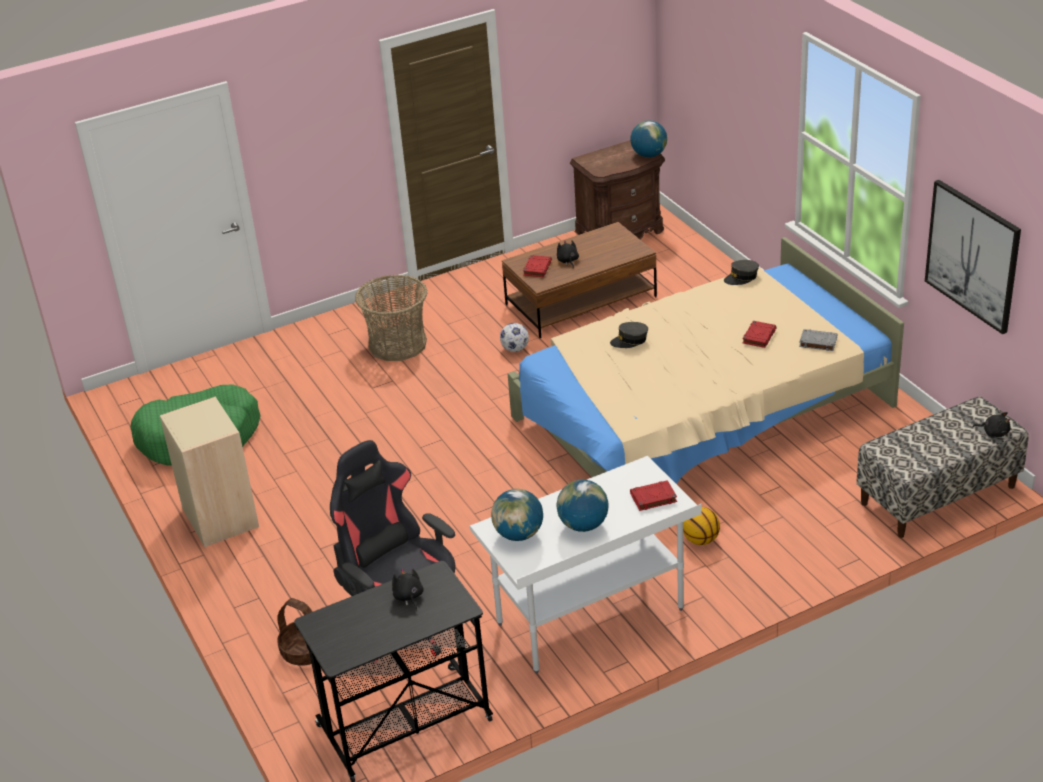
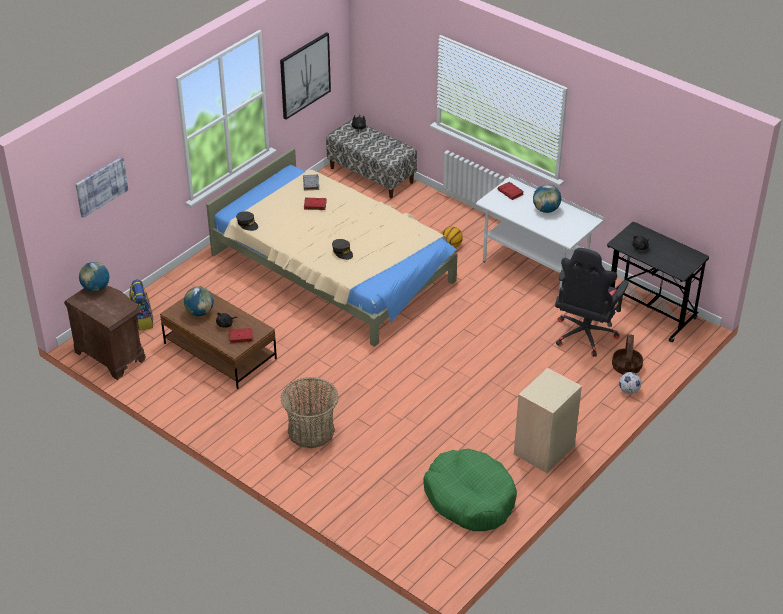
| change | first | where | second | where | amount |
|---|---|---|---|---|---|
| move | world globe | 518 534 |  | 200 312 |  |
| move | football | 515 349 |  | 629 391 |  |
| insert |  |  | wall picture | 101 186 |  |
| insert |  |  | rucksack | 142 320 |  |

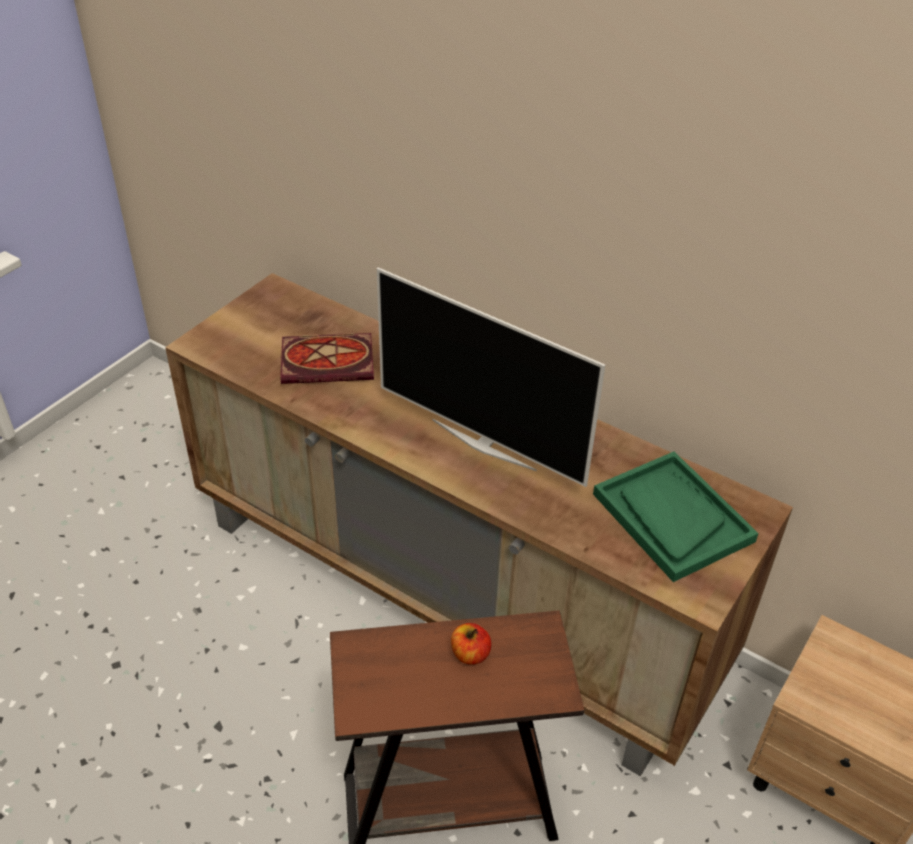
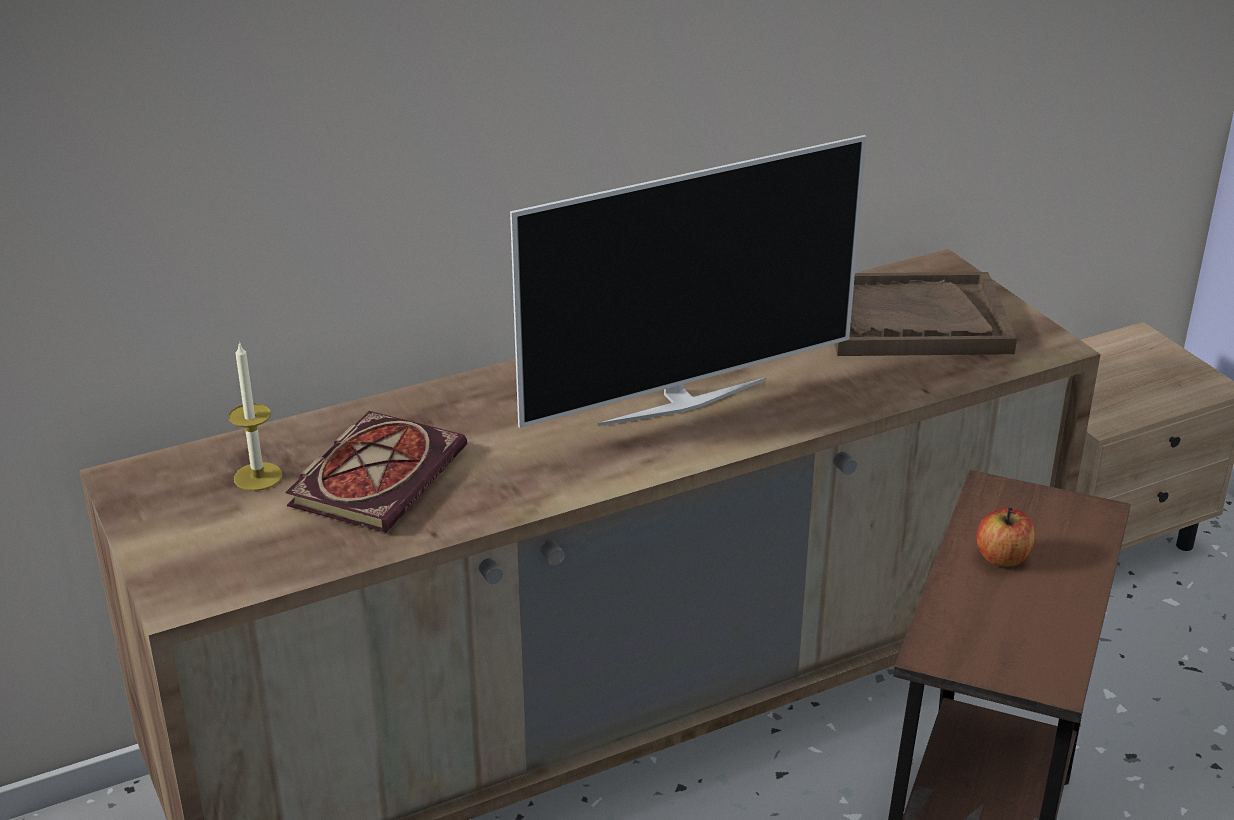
| change | first | where | second | where | amount |
|---|---|---|---|---|---|
| recolor | carrying tray/green-coloured | 672 517 | carrying tray/brown-coloured | 913 320 |  |
| insert |  |  | candle | 258 476 |  |

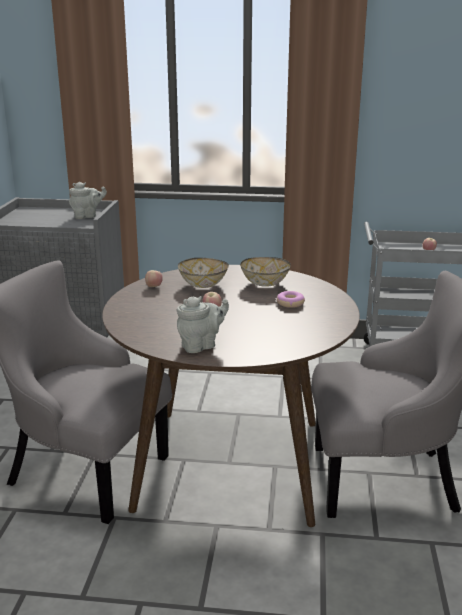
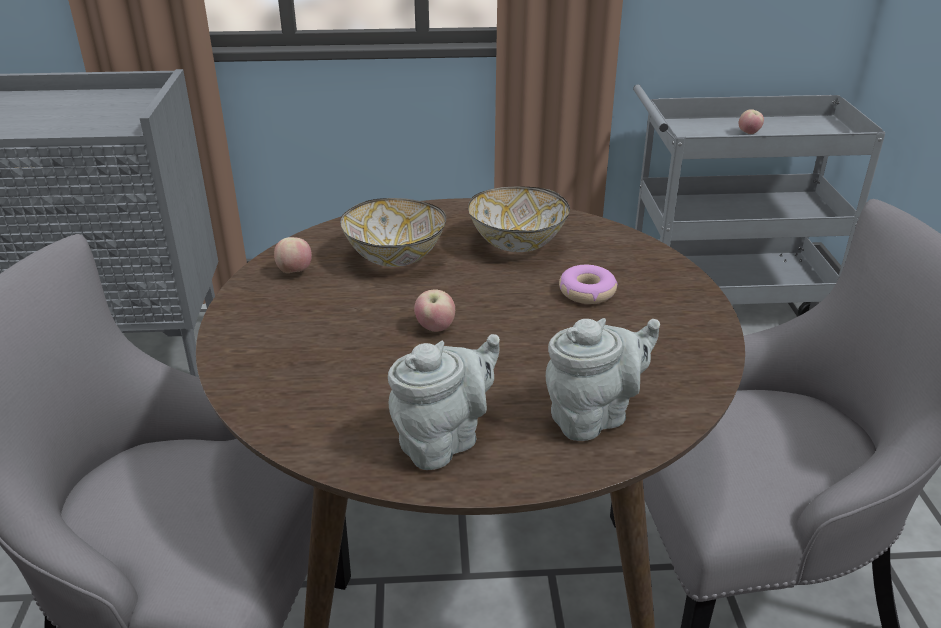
| change | first | where | second | where | amount |
|---|---|---|---|---|---|
| move | pot for tea/grey | 87 216 |  | 593 416 |  |

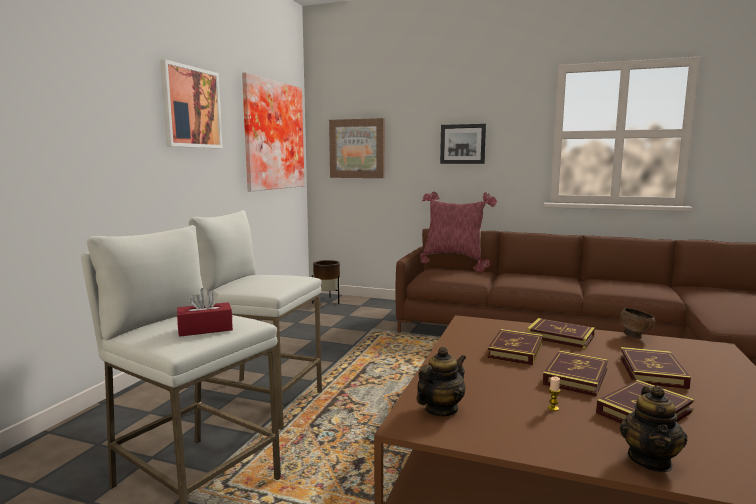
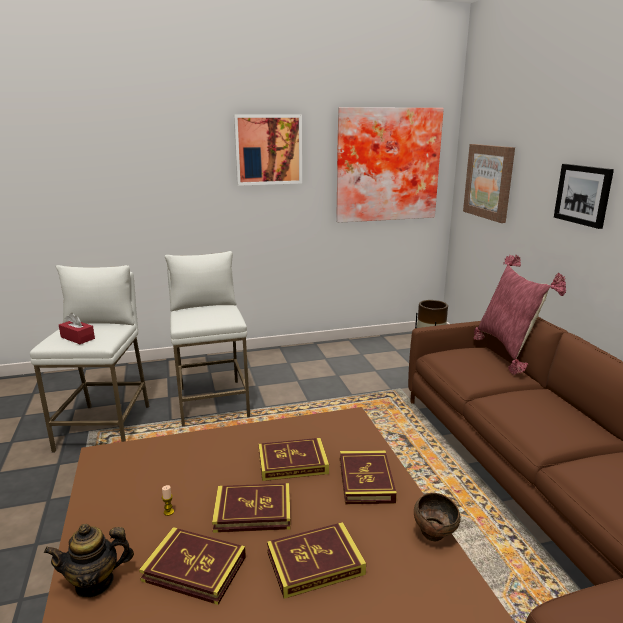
| change | first | where | second | where | amount |
|---|---|---|---|---|---|
| delete | pot for tea | 440 409 |  |  |  |

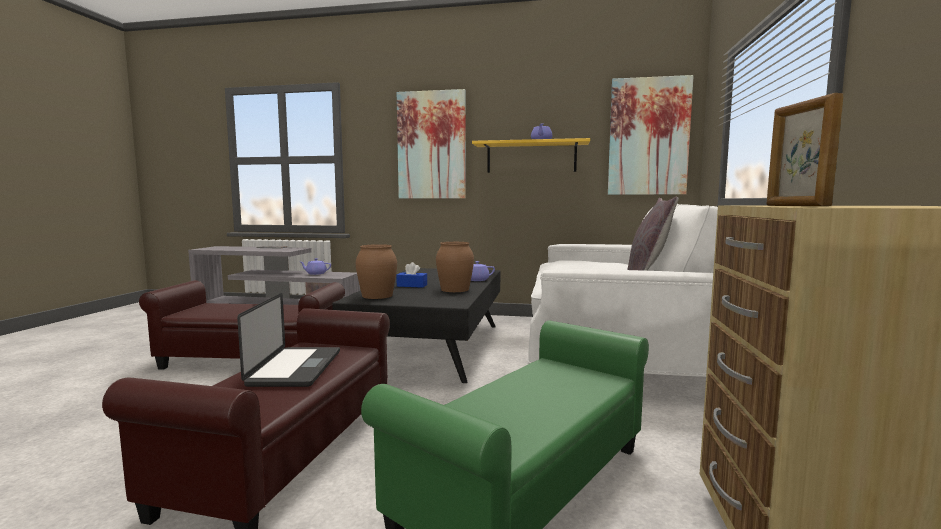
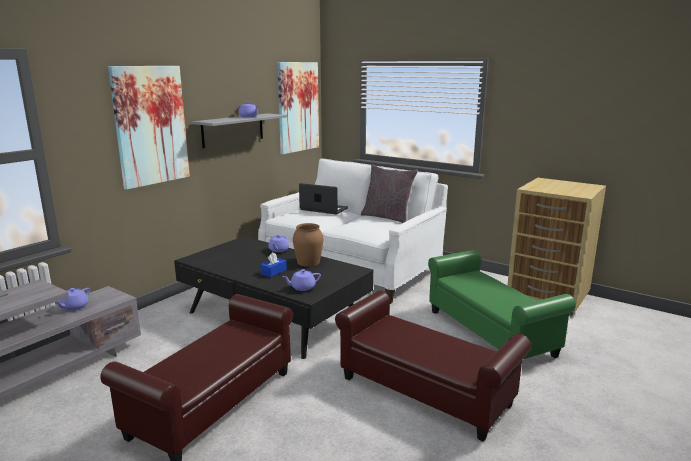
| change | first | where | second | where | amount |
|---|---|---|---|---|---|
| move | laptop | 295 368 |  | 323 209 |  |
| replace | vase/brown-coloured | 377 296 | pot for tea/purple | 302 287 |  |
| recolor | bracket shelf/yellow | 531 157 | bracket shelf/grey | 233 130 |  |
| delete | picture frame | 795 206 |  |  |  |

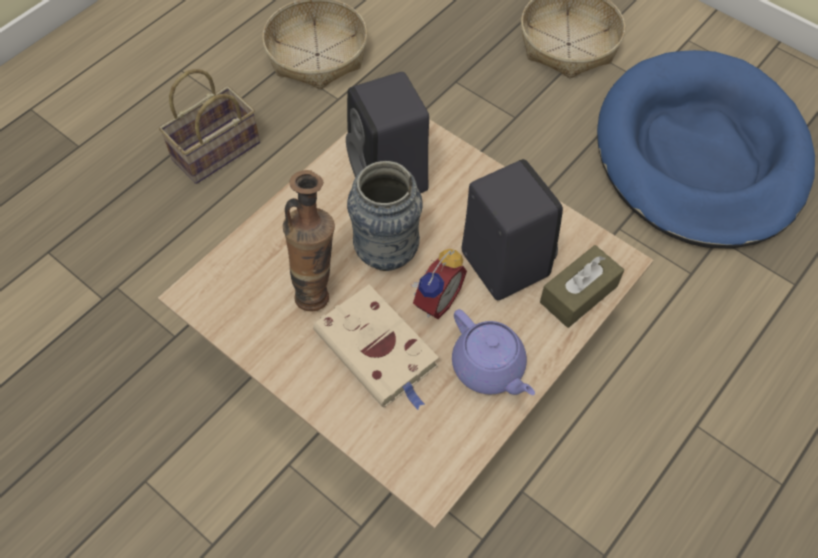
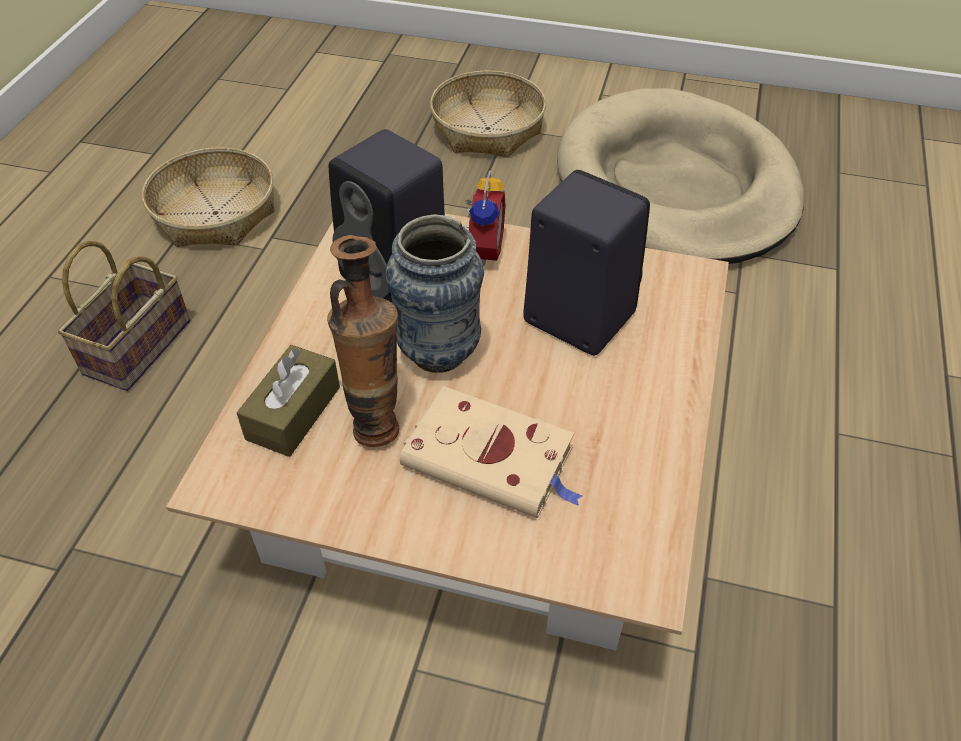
| change | first | where | second | where | amount |
|---|---|---|---|---|---|
| move | bedside clock | 435 300 |  | 481 250 |  |
| delete | pot for tea/purple | 489 368 |  |  |  |
| move | tissue box/brown-coloured | 578 294 |  | 293 413 |  |
| recolor | pet bed/blue-coloured | 700 154 | pet bed/beige-coloured | 675 186 |  |

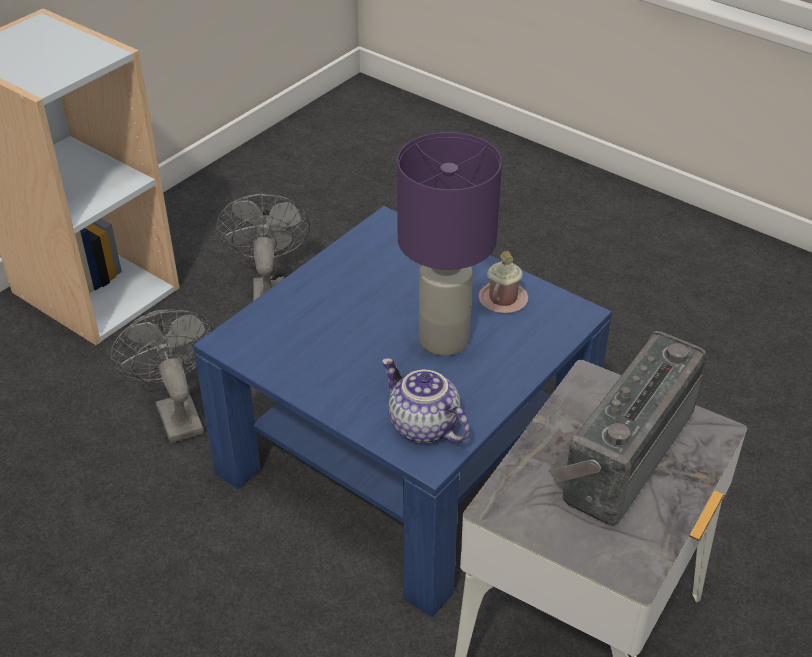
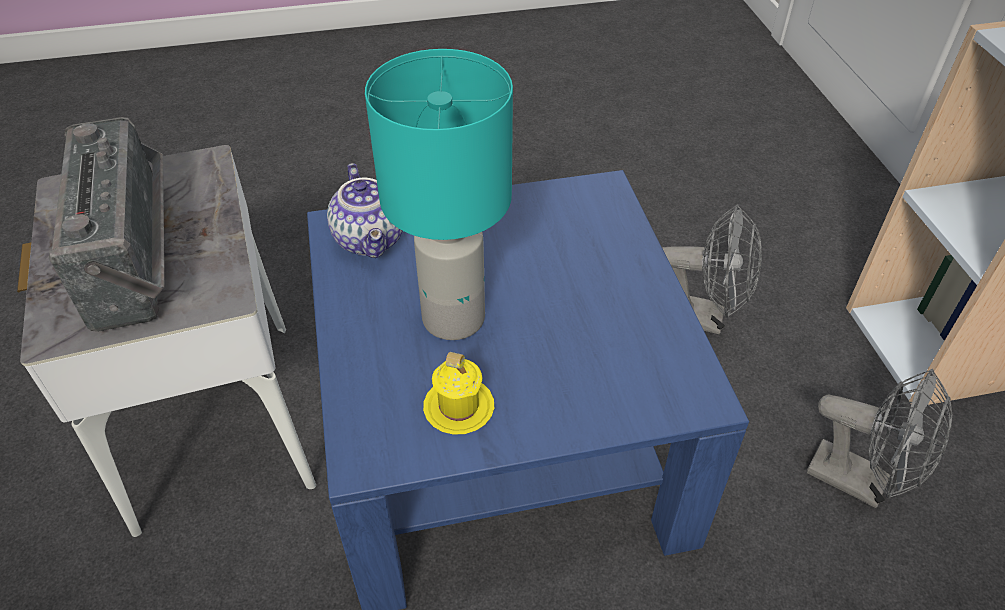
| change | first | where | second | where | amount |
|---|---|---|---|---|---|
| rotate | pot for tea | 422 426 |  | 371 239 | 75 degrees clockwise |
| recolor | tabletop lamp/purple | 442 340 | tabletop lamp/turquoise-coloured | 455 317 |  |
| recolor | tea mug/pink | 503 299 | tea mug/yellow | 459 408 |  |

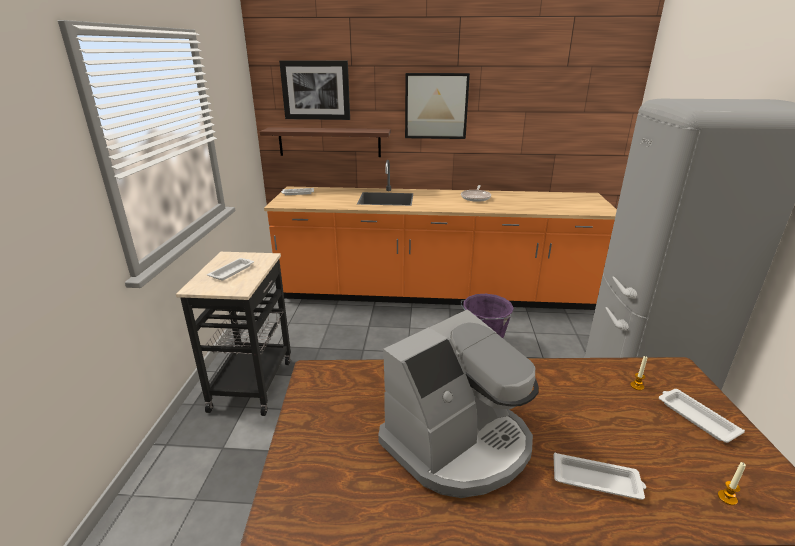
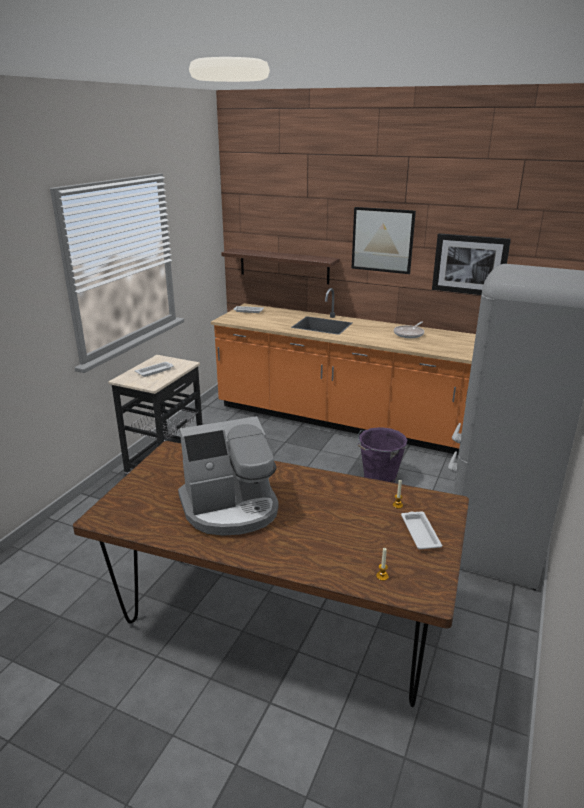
| change | first | where | second | where | amount |
|---|---|---|---|---|---|
| move | wall picture | 316 90 |  | 470 264 |  |
| delete | carrying tray/whitish | 597 481 |  |  |  |

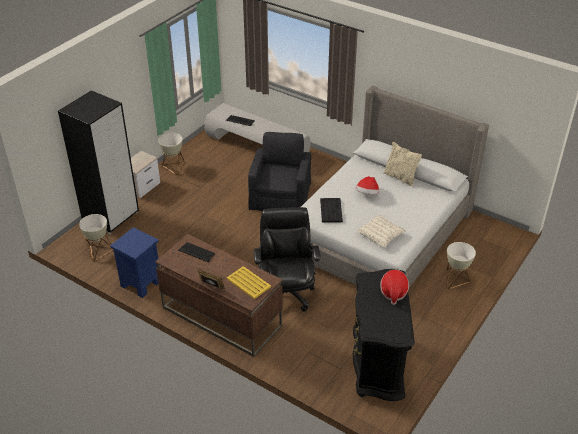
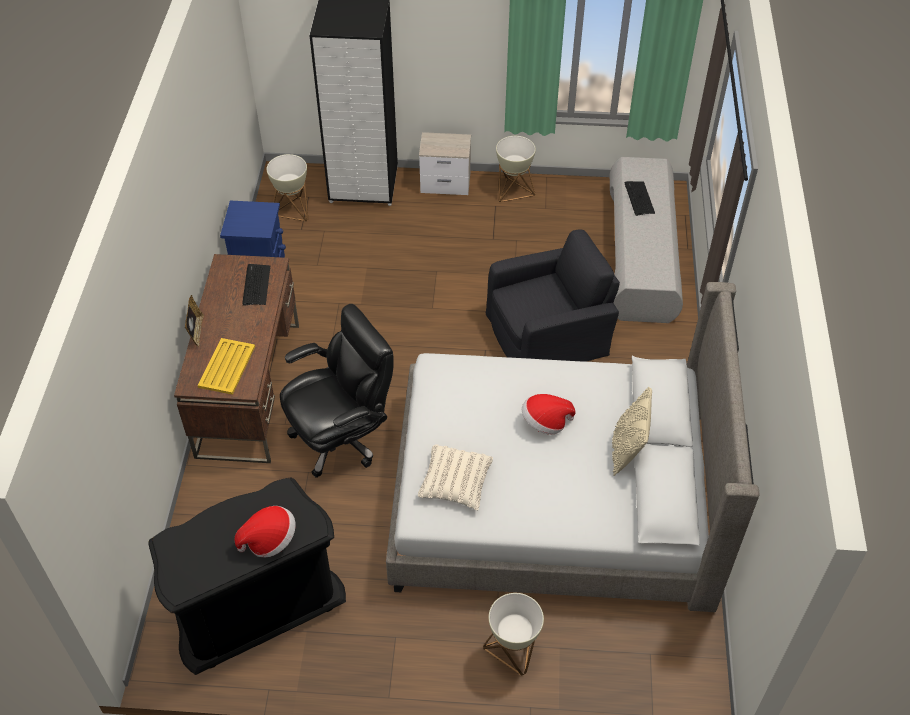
| change | first | where | second | where | amount |
|---|---|---|---|---|---|
| delete | carrying tray/blackish | 331 211 |  |  |  |

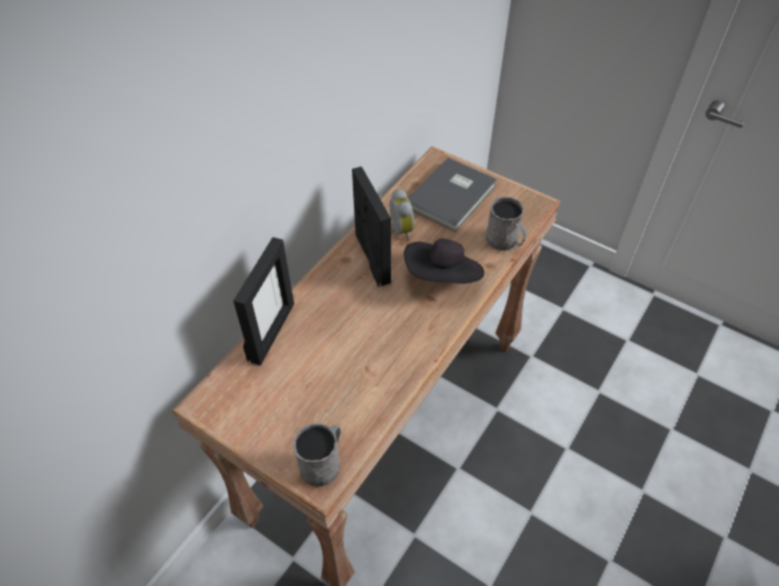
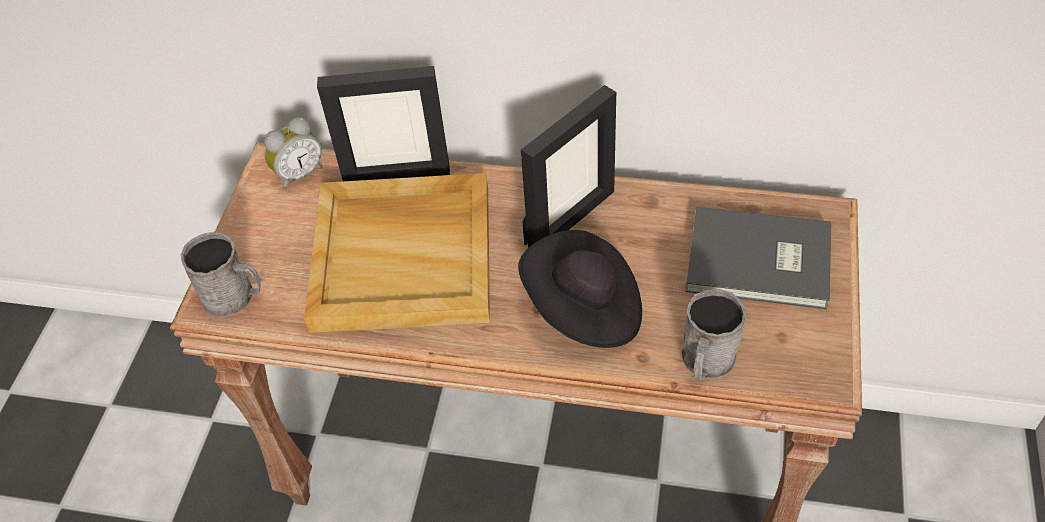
| change | first | where | second | where | amount |
|---|---|---|---|---|---|
| move | bedside clock | 399 231 |  | 298 174 |  |
| insert |  |  | carrying tray/beige-coloured | 405 255 |  |

